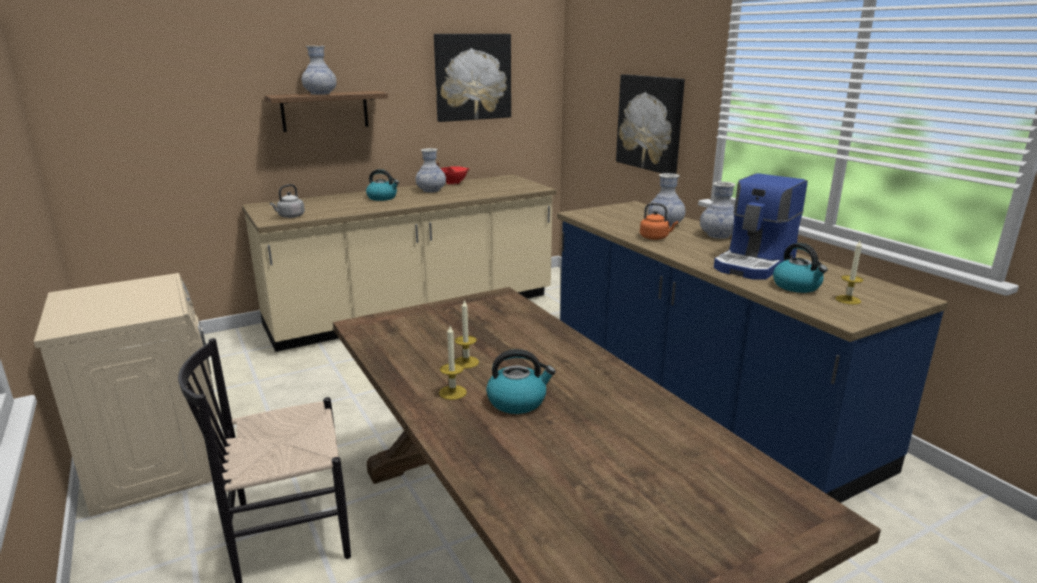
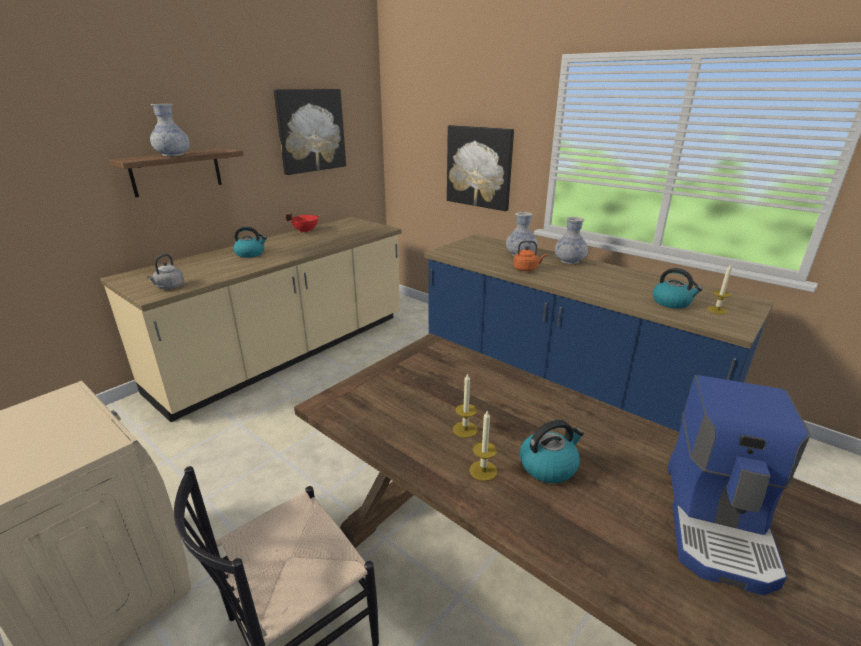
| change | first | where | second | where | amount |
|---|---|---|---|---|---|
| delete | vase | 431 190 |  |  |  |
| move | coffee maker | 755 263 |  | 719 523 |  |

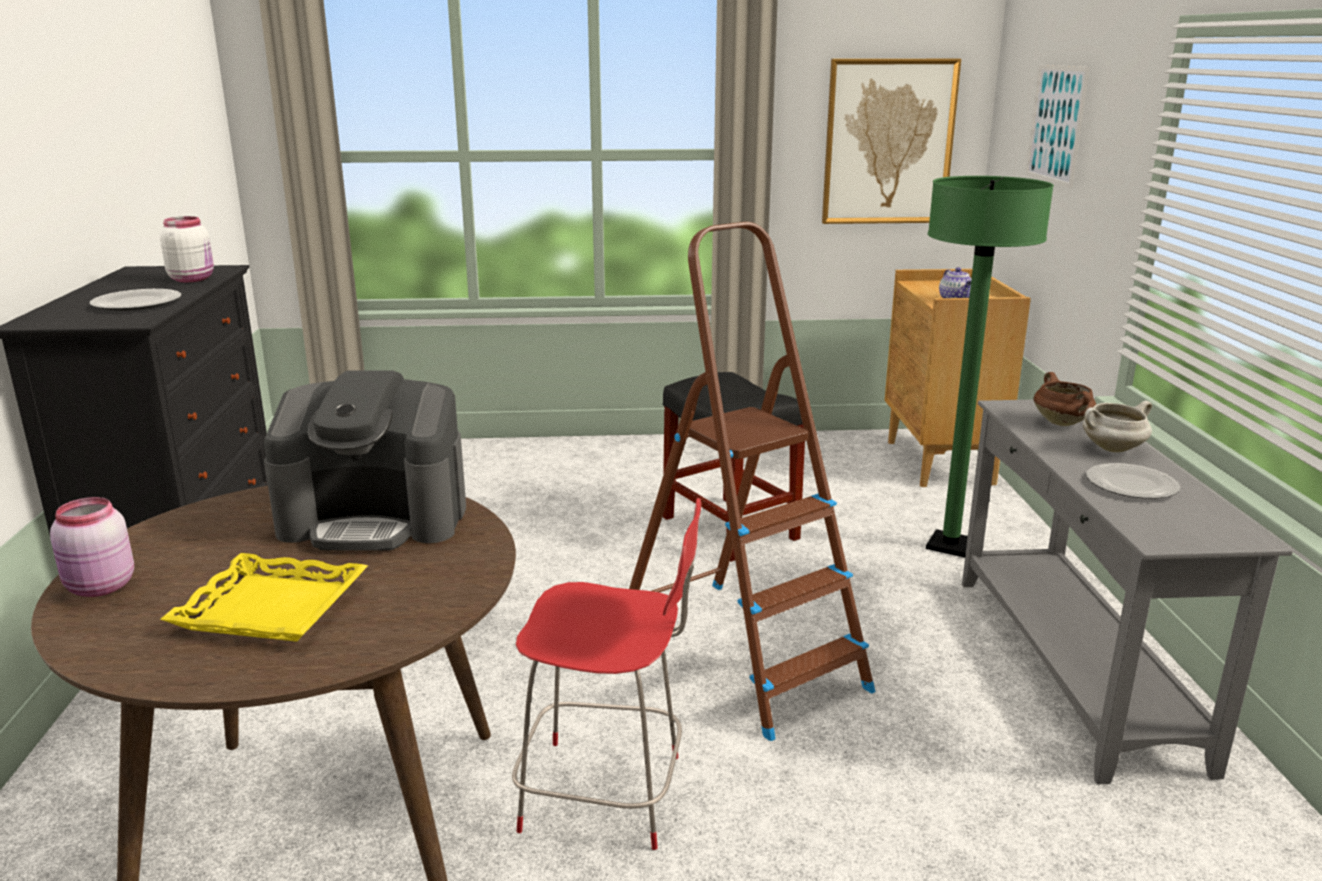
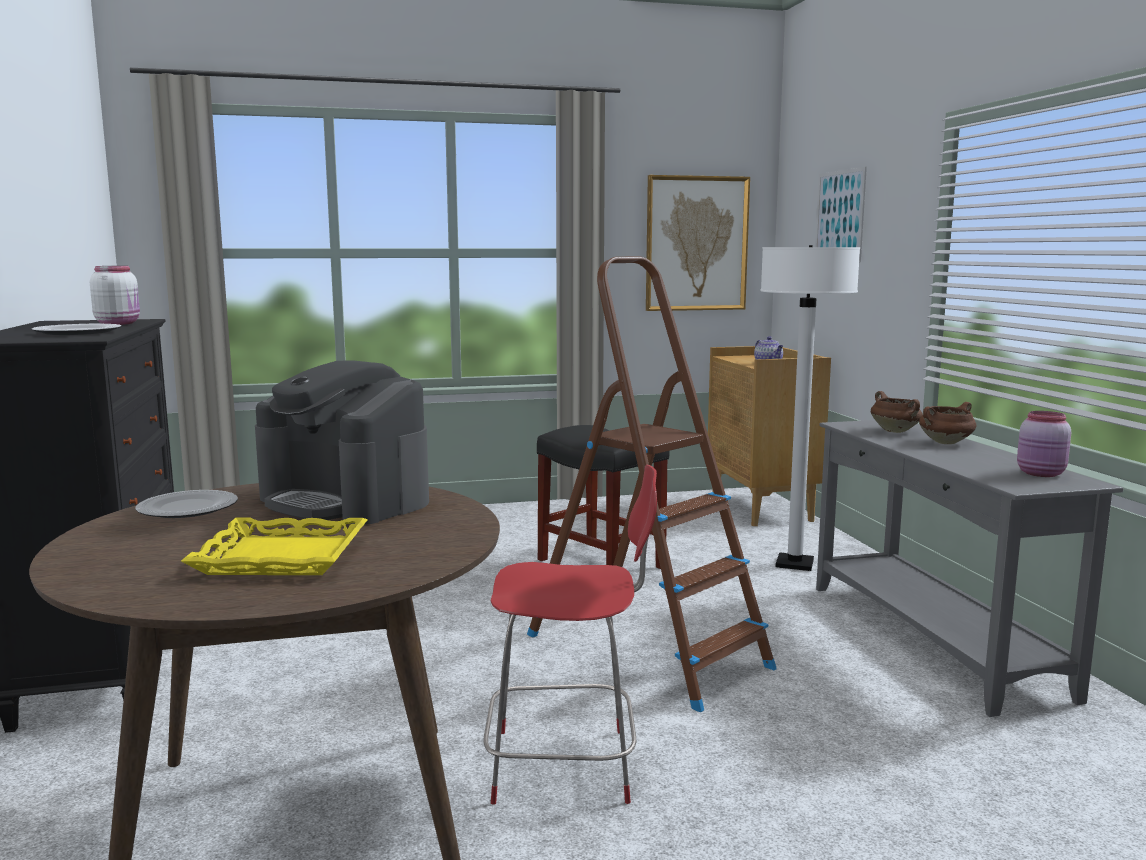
| change | first | where | second | where | amount |
|---|---|---|---|---|---|
| move | jar/pink | 100 588 |  | 1041 474 |  |
| rotate | coffee maker | 376 518 |  | 346 500 | 45 degrees clockwise |
| recolor | floor lamp/green-coloured | 950 546 | floor lamp/whitish | 794 564 |  |
| recolor | saucepot/whitish | 1112 449 | saucepot/brown-coloured | 945 443 |  |
| move | plate | 1130 484 |  | 187 508 |  |

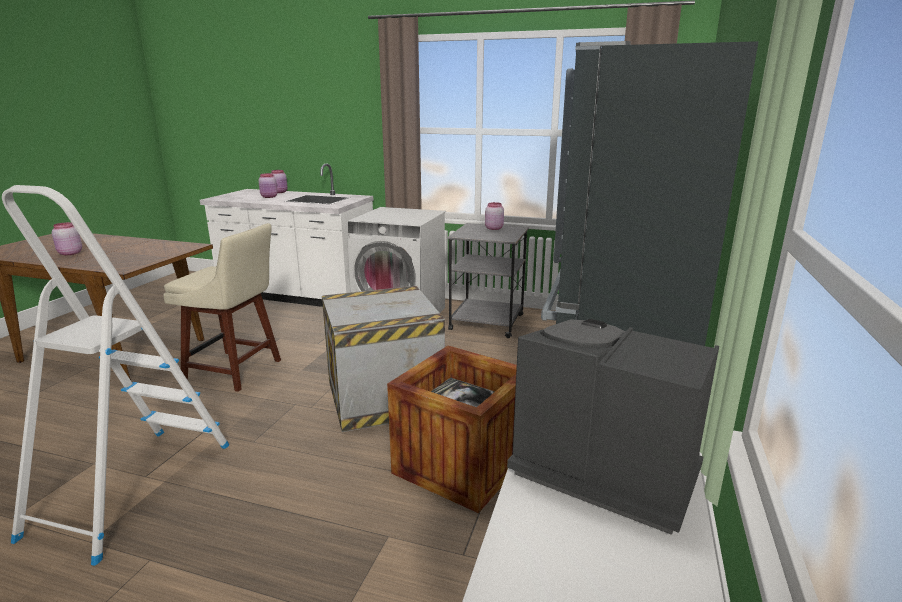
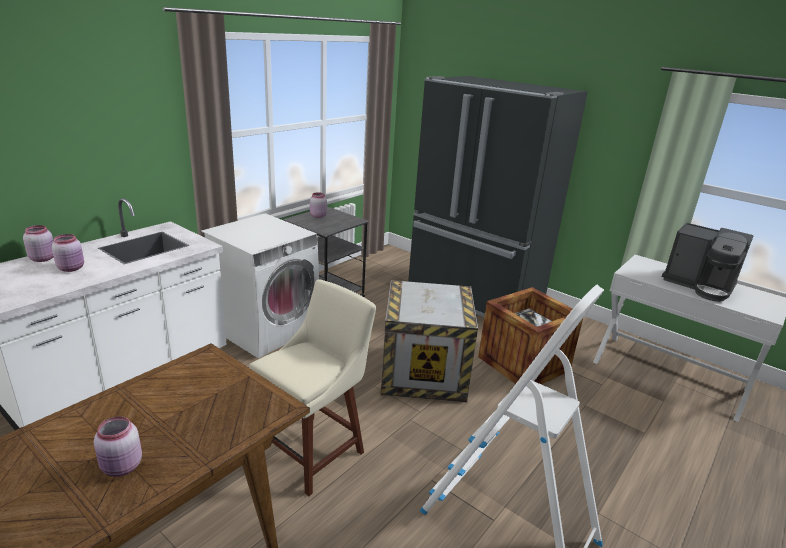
| change | first | where | second | where | amount |
|---|---|---|---|---|---|
| rotate | coffee maker | 600 469 |  | 699 285 | 105 degrees counterclockwise |

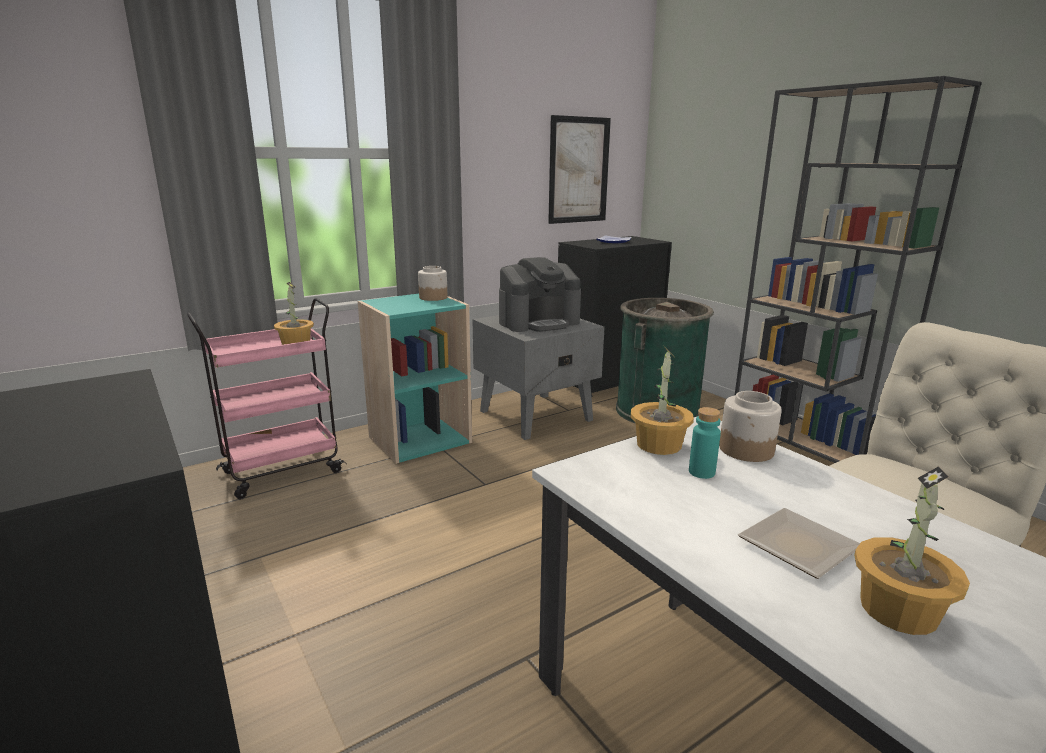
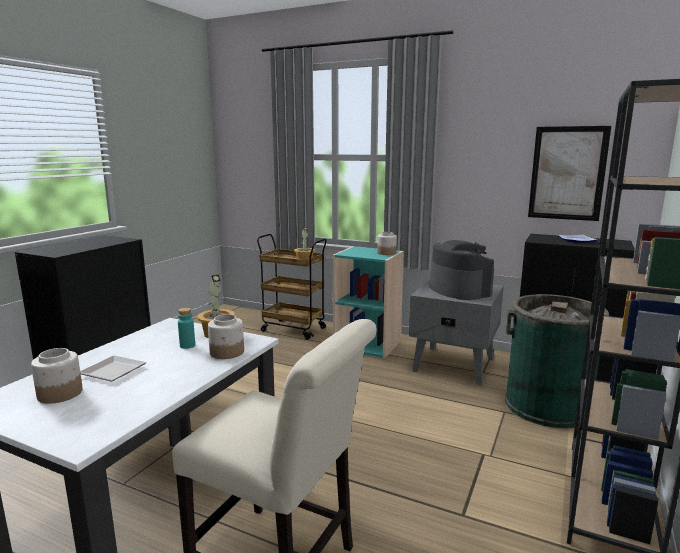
| change | first | where | second | where | amount |
|---|---|---|---|---|---|
| recolor | wheeled cart/pink | 284 472 | wheeled cart/brown-coloured | 294 329 |  |
| rotate | coffee maker | 539 322 |  | 459 290 | 150 degrees counterclockwise |
| replace | houseplant | 900 610 | jar | 59 394 |  |

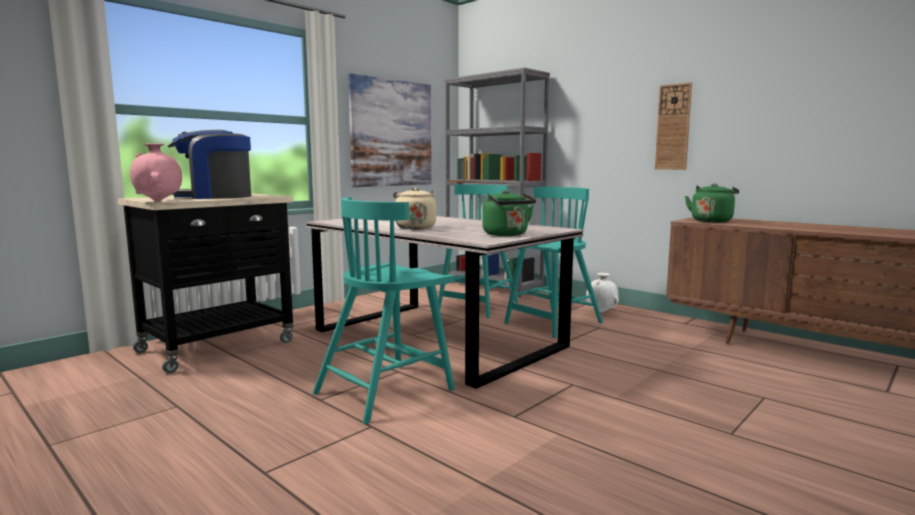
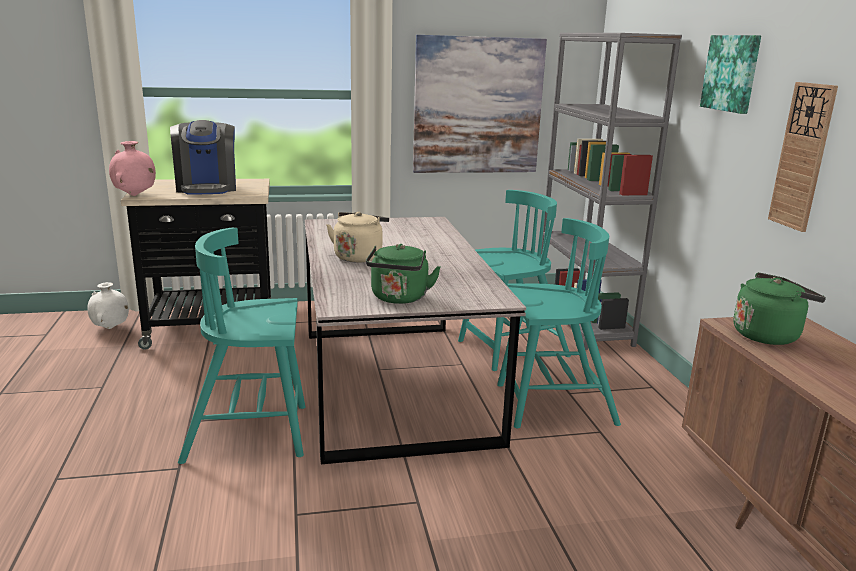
| change | first | where | second | where | amount |
|---|---|---|---|---|---|
| rotate | coffee maker | 214 196 |  | 207 188 | 120 degrees counterclockwise |
| move | vase/whitish | 601 312 |  | 111 328 |  |
| insert |  |  | wall picture | 732 73 |  |

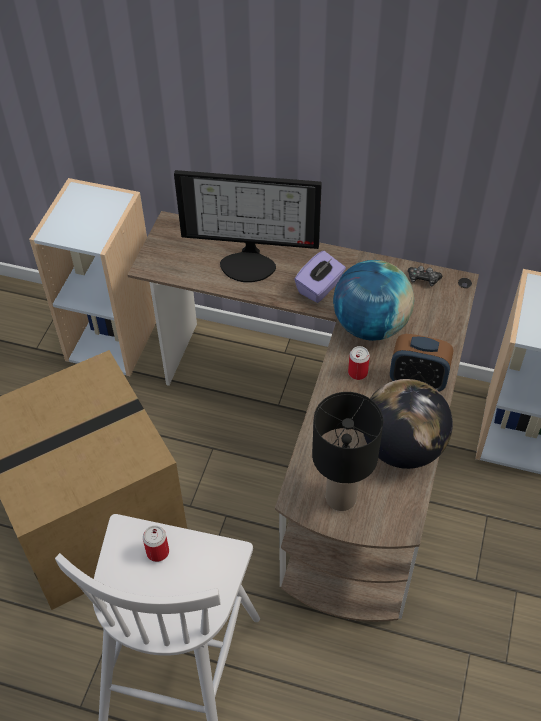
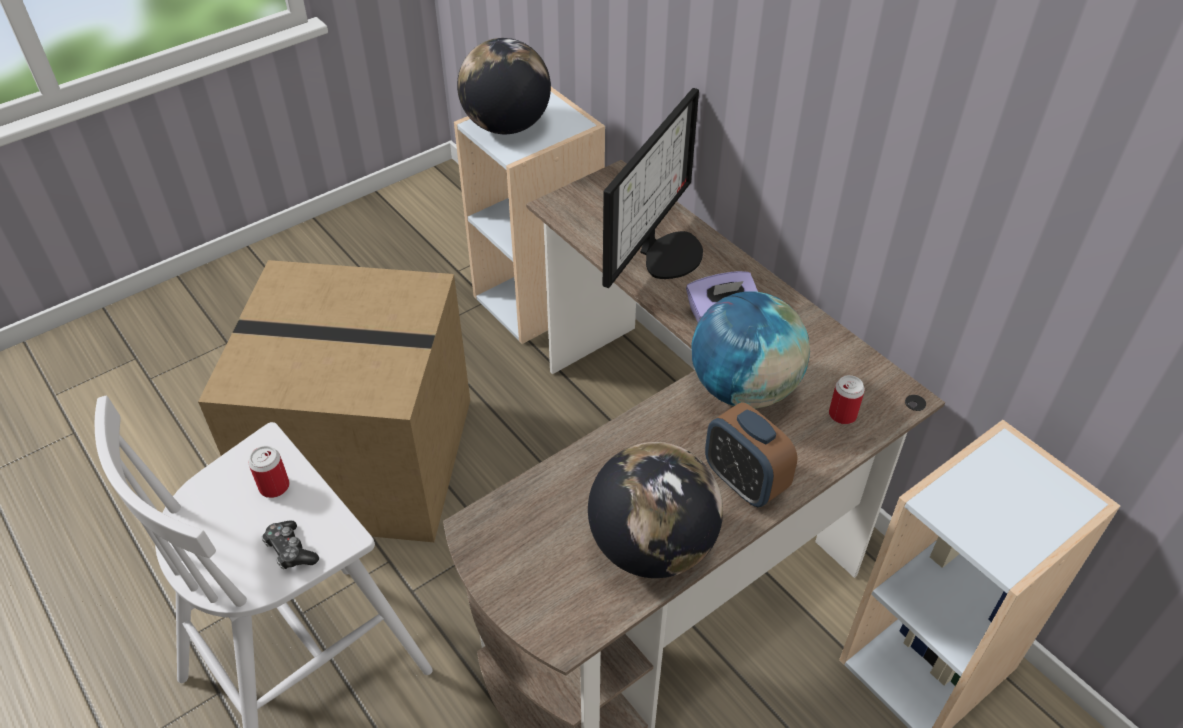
| change | first | where | second | where | amount |
|---|---|---|---|---|---|
| rotate | computer screen | 249 262 |  | 666 252 | 105 degrees counterclockwise |
| delete | tabletop lamp/blackish | 340 497 |  |  |  |
| move | can | 357 373 |  | 842 414 |  |
| move | joypad | 423 279 |  | 290 550 |  |
| insert |  |  | world globe | 506 126 |  |

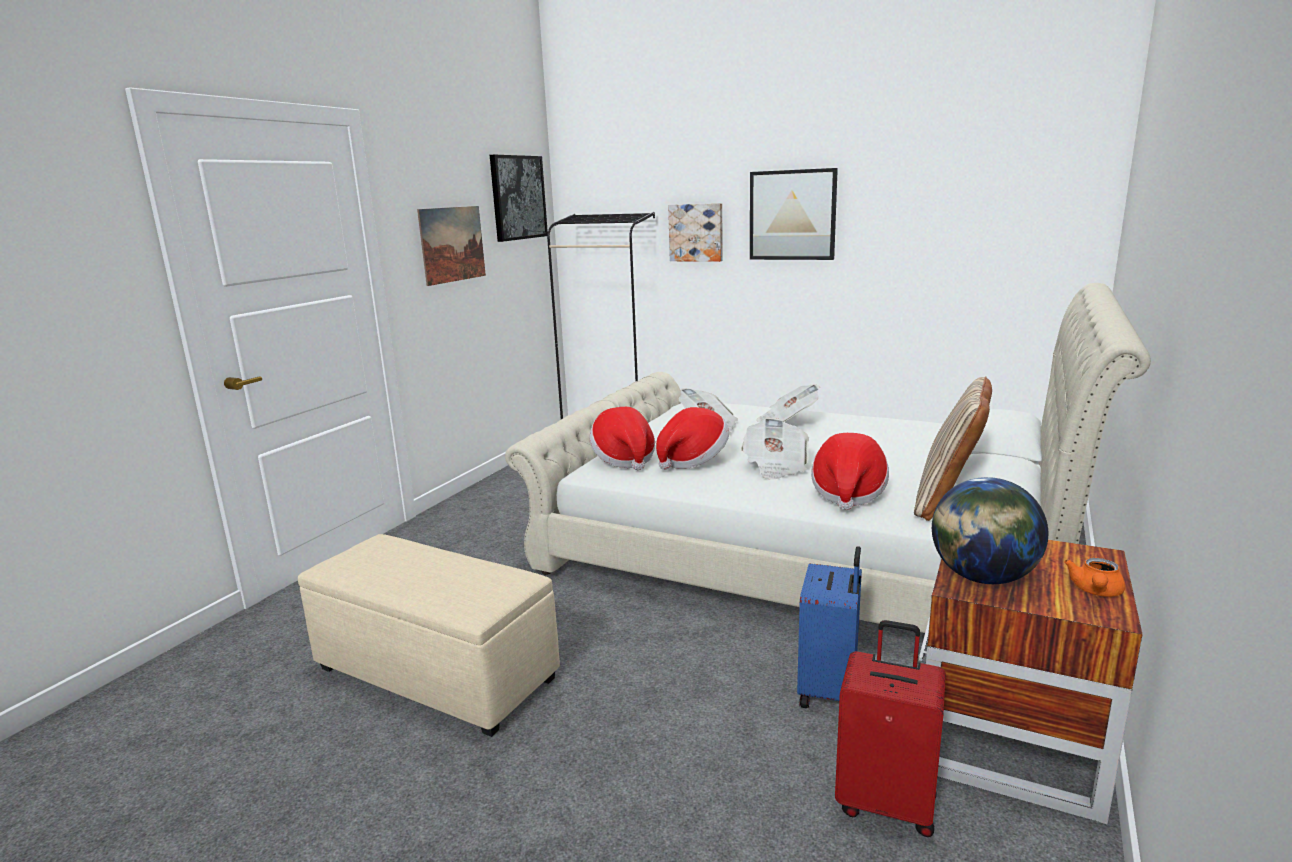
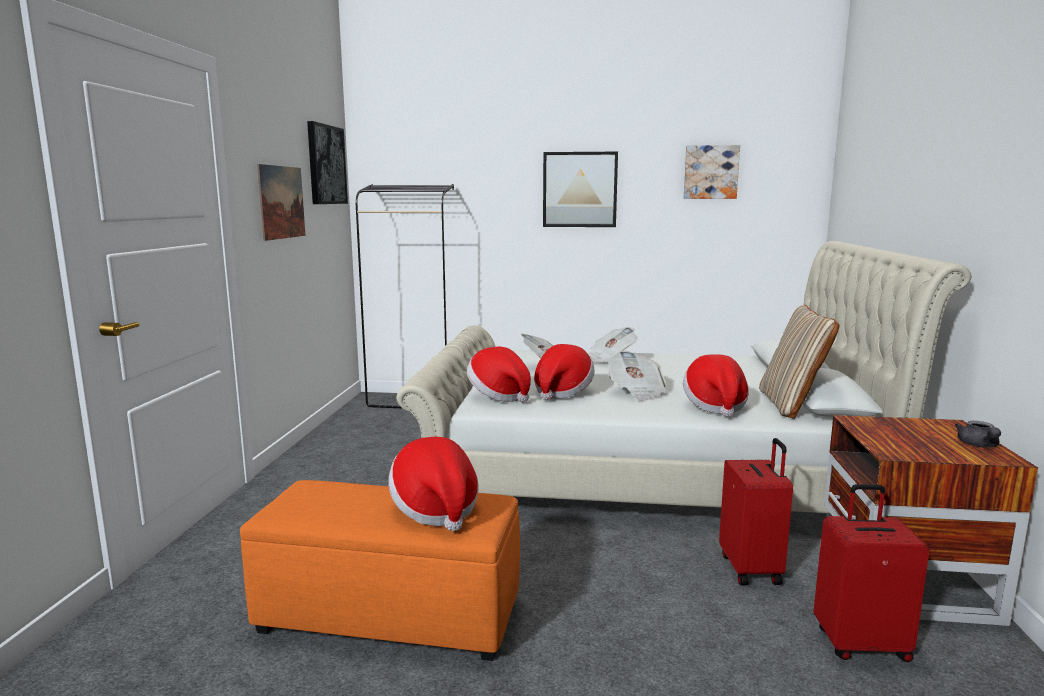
| change | first | where | second | where | amount |
|---|---|---|---|---|---|
| recolor | footrest/beige-coloured | 437 674 | footrest/orange | 392 615 |  |
| move | wall picture | 696 232 |  | 710 172 |  |
| recolor | travel case/blue-coloured | 829 690 | travel case/reddish | 752 569 |  |
| delete | world globe | 982 577 |  |  |  |
| recolor | pot for tea/orange | 1095 591 | pot for tea/grey | 979 445 |  |
| insert |  |  | hat | 435 509 |  |

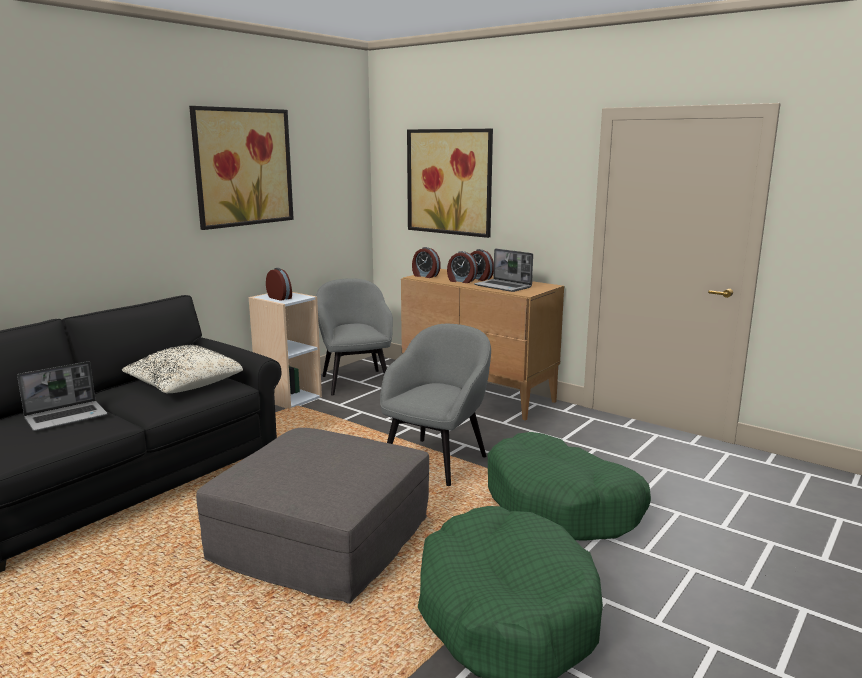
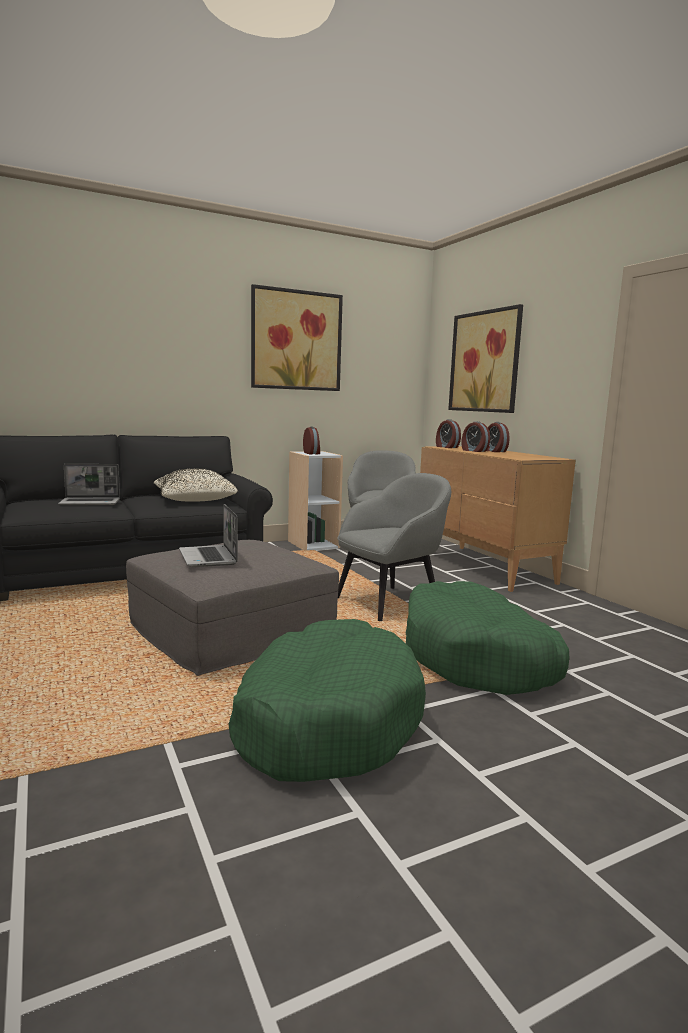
| change | first | where | second | where | amount |
|---|---|---|---|---|---|
| move | laptop | 503 286 |  | 209 558 |  |

